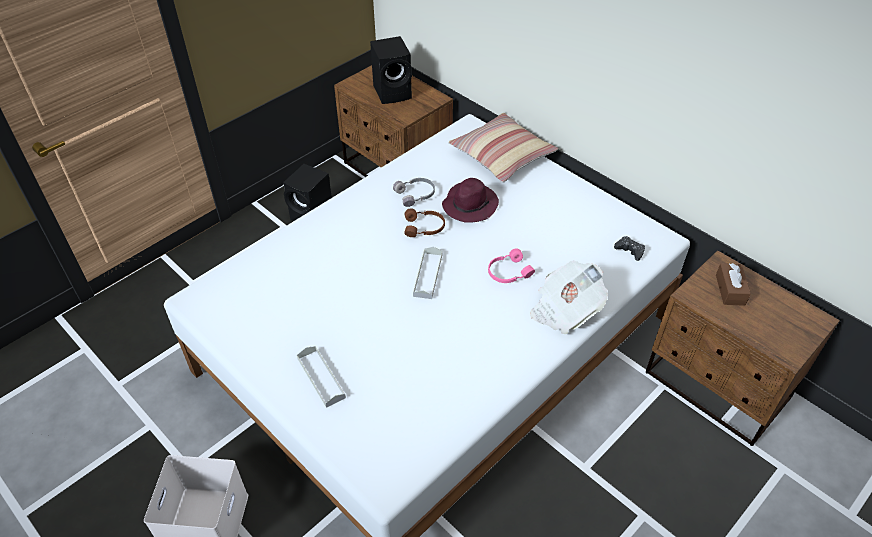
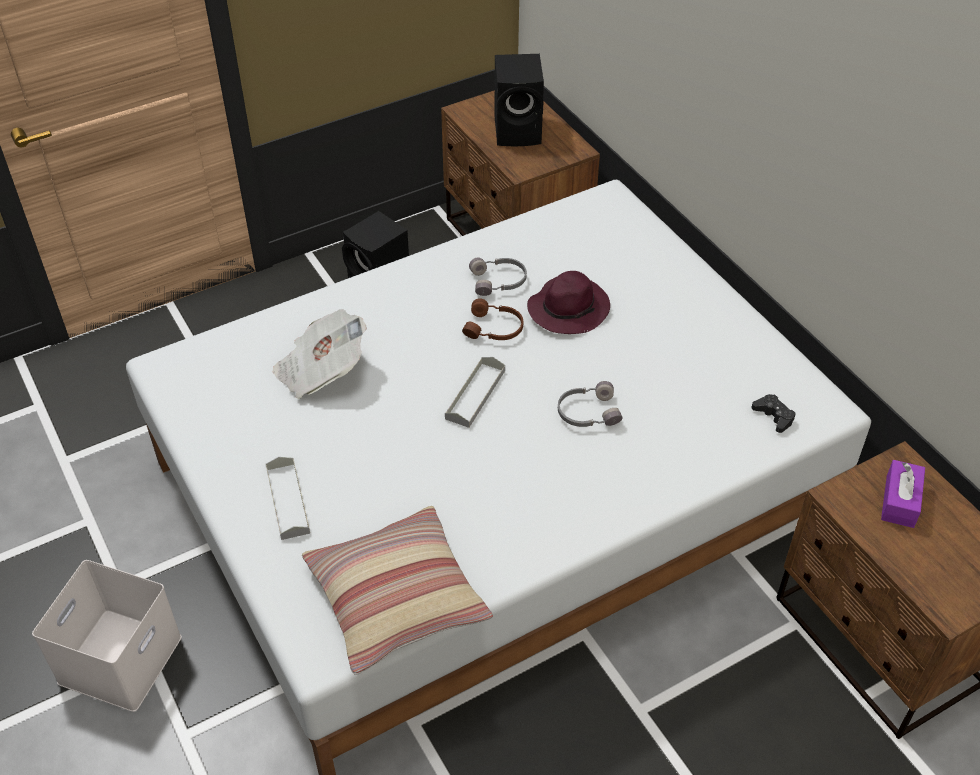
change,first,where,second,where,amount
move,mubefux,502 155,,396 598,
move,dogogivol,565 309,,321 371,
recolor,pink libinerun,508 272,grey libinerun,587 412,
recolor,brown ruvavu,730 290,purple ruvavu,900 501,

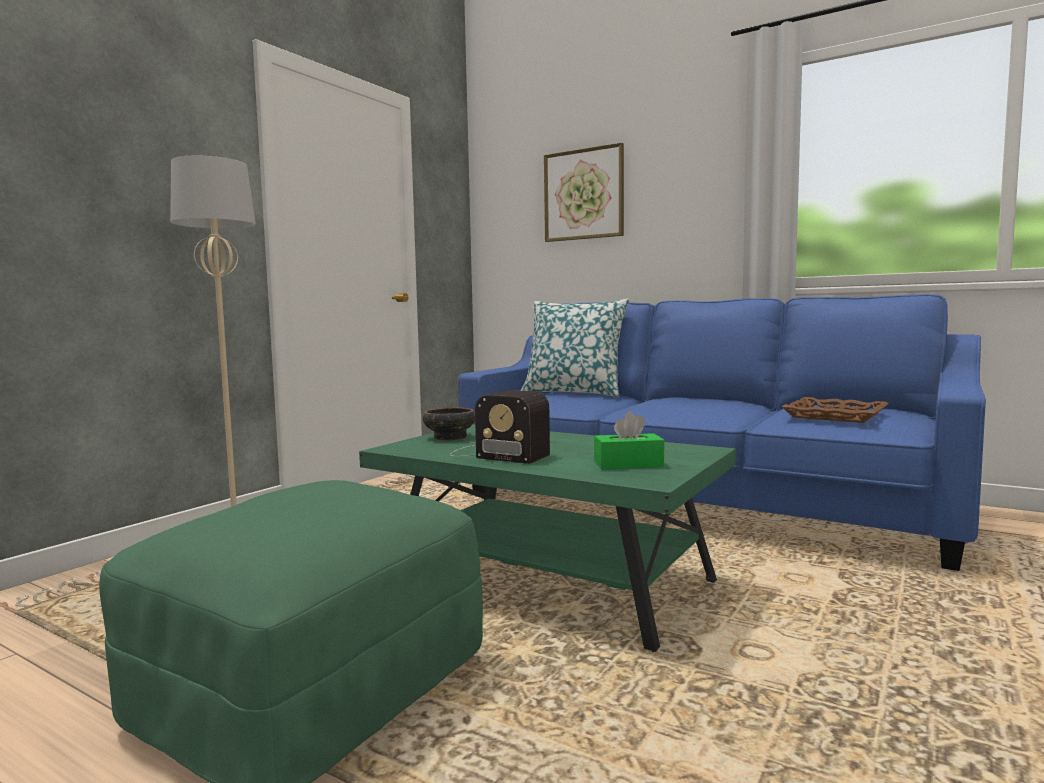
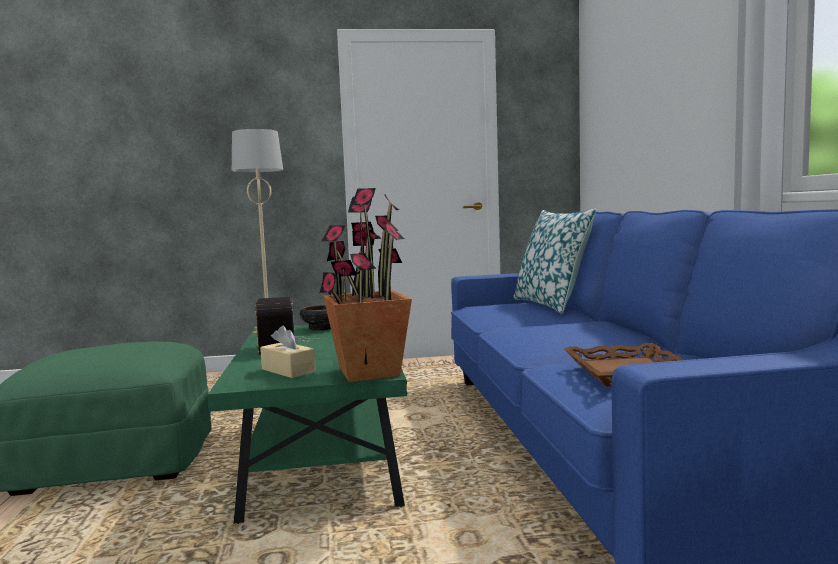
change,first,where,second,where,amount
delete,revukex,584 194,,,
insert,,,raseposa,368 372,
recolor,green ruvavu,628 464,beige ruvavu,288 370,

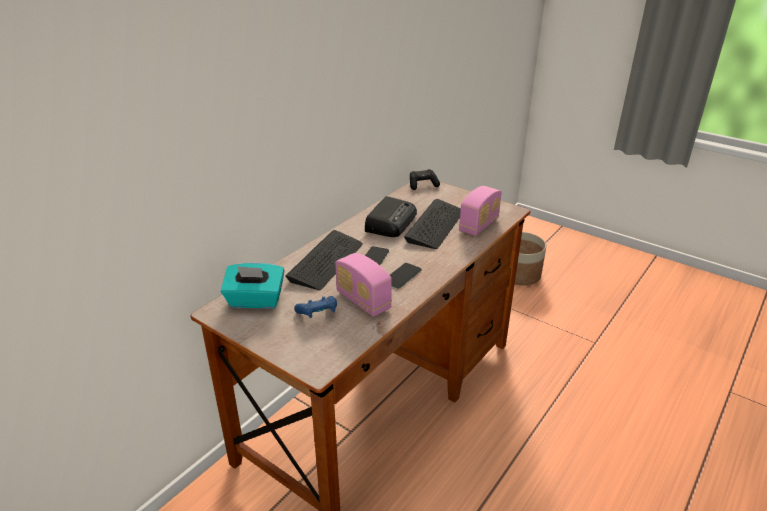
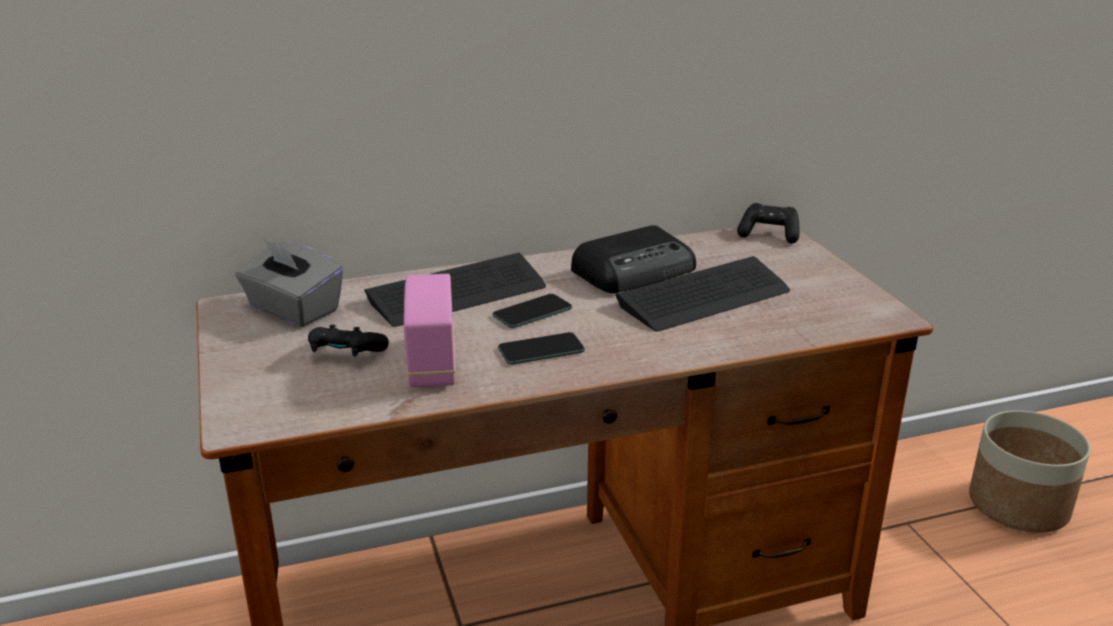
change,first,where,second,where,amount
delete,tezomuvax,479 225,,,
recolor,turquoise ruvavu,255 301,grey ruvavu,293 310,
recolor,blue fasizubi,318 313,black fasizubi,346 355,

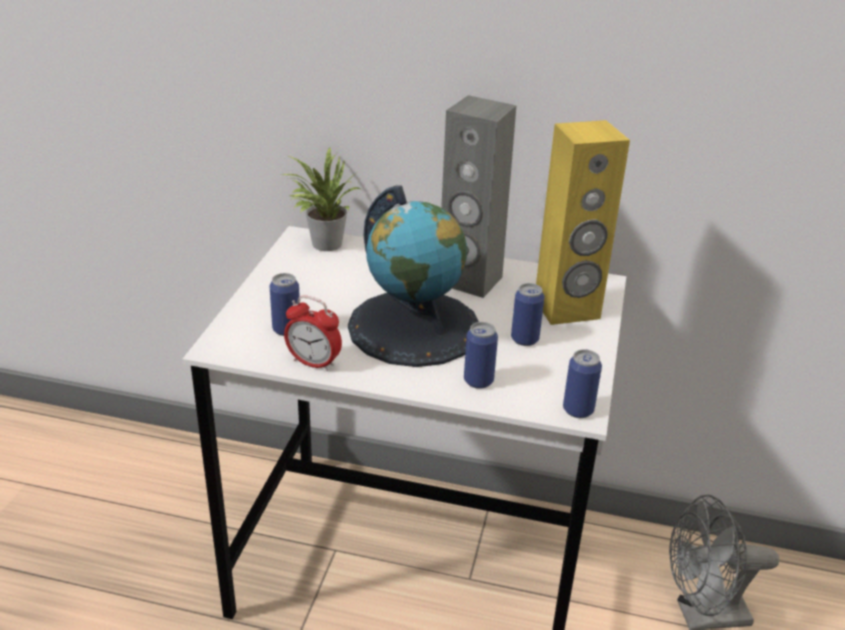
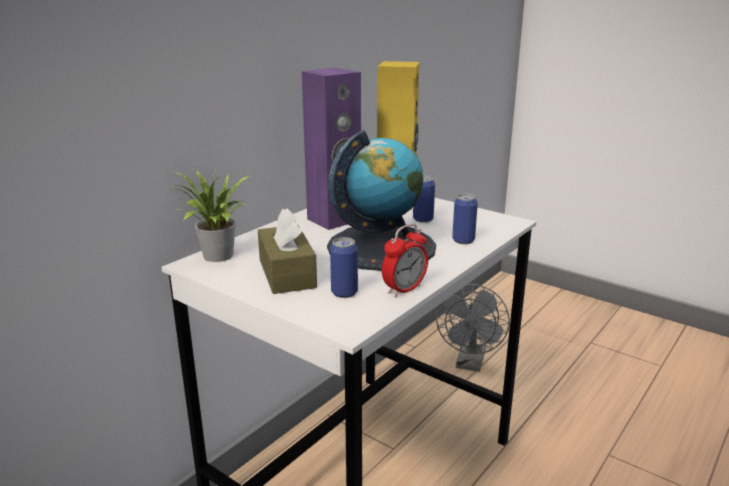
change,first,where,second,where,amount
delete,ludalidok,578 410,,,
insert,,,brown ruvavu,287 273,
recolor,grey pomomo,469 281,purple pomomo,334 220,

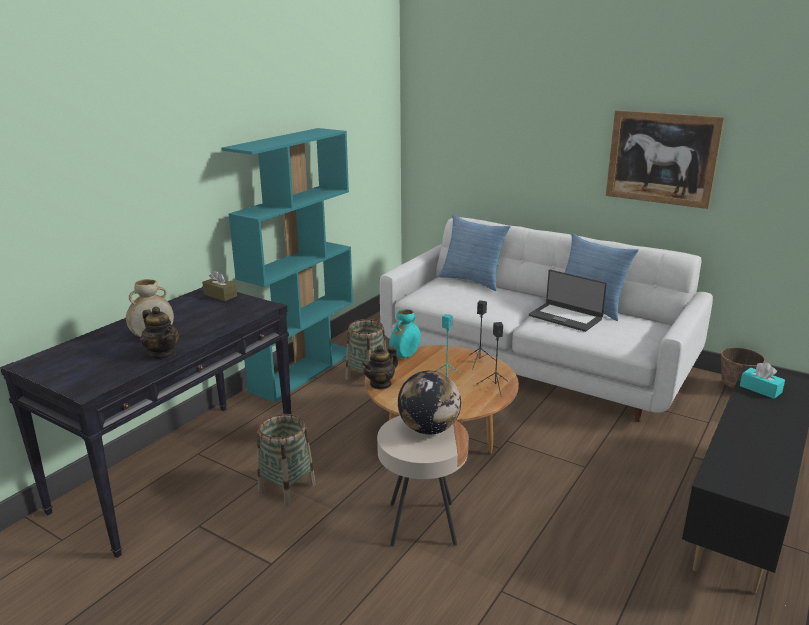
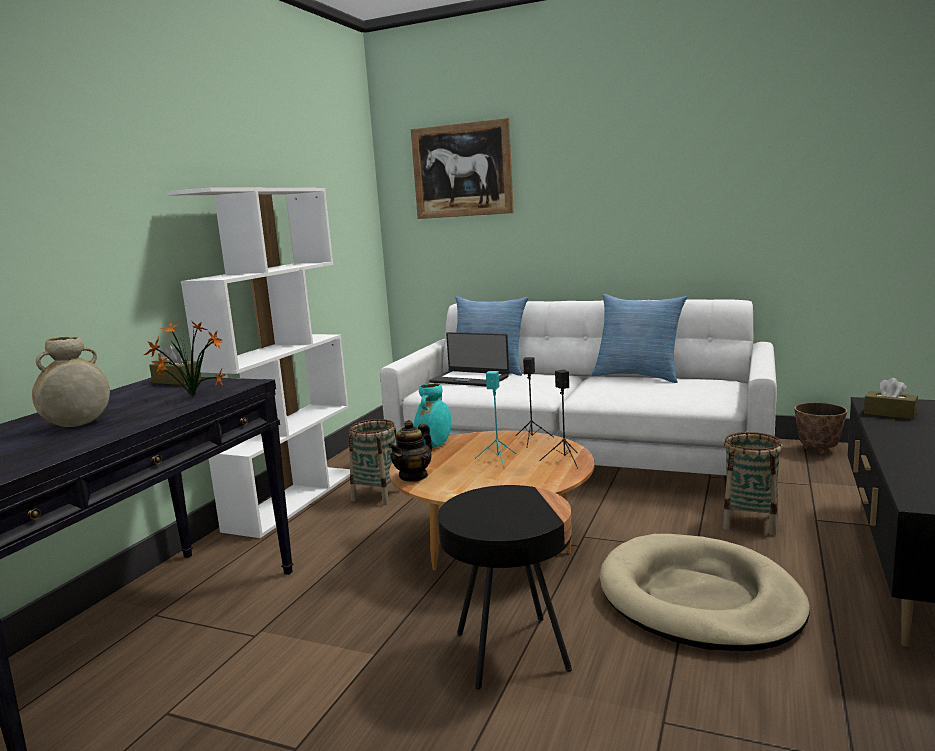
change,first,where,second,where,amount
delete,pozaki,162 354,,,
delete,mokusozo,429 429,,,
insert,,,raseposa,191 397,
insert,,,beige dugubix,698 599,
move,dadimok,286 488,,750 522,
move,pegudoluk,565 317,,470 379,
move,revukex,661 158,,462 170,
recolor,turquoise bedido,304 370,white bedido,293 499,
recolor,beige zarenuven,422 524,black zarenuven,512 652,
recolor,turquoise ruvavu,760 389,brown ruvavu,890 413,

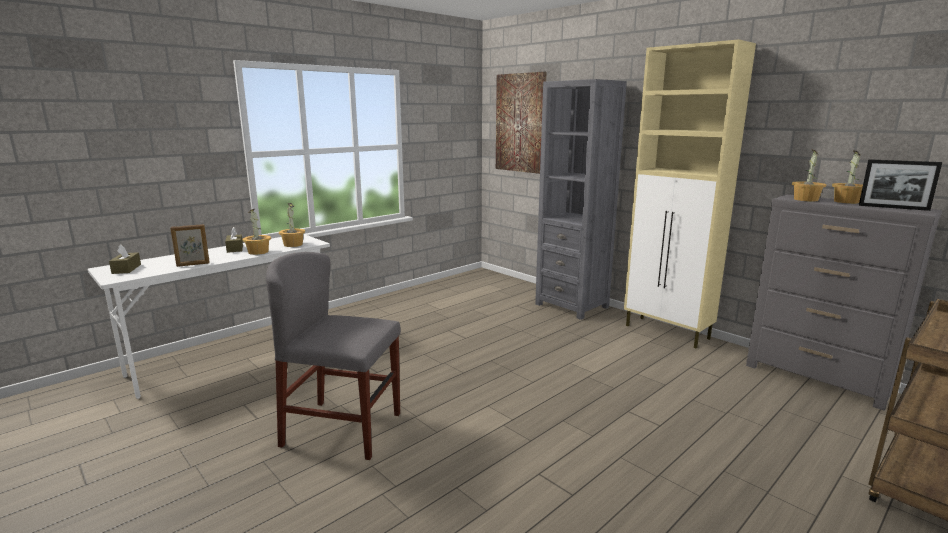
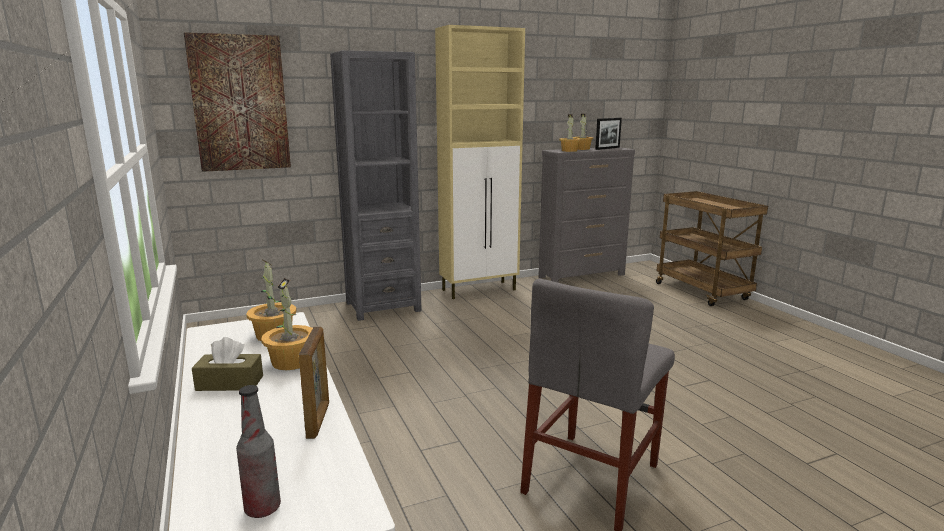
change,first,where,second,where,amount
replace,brown ruvavu,126 269,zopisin,262 508,

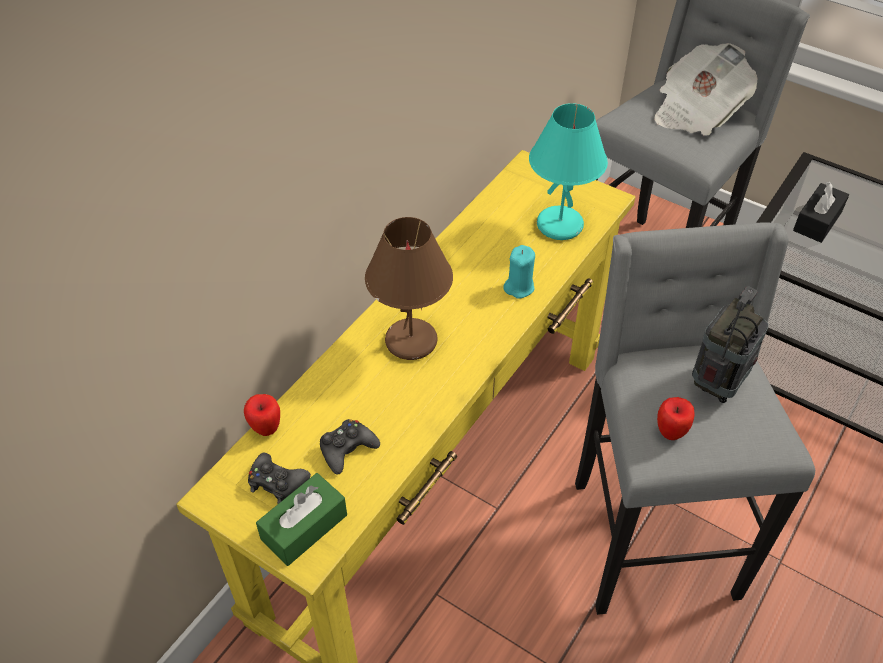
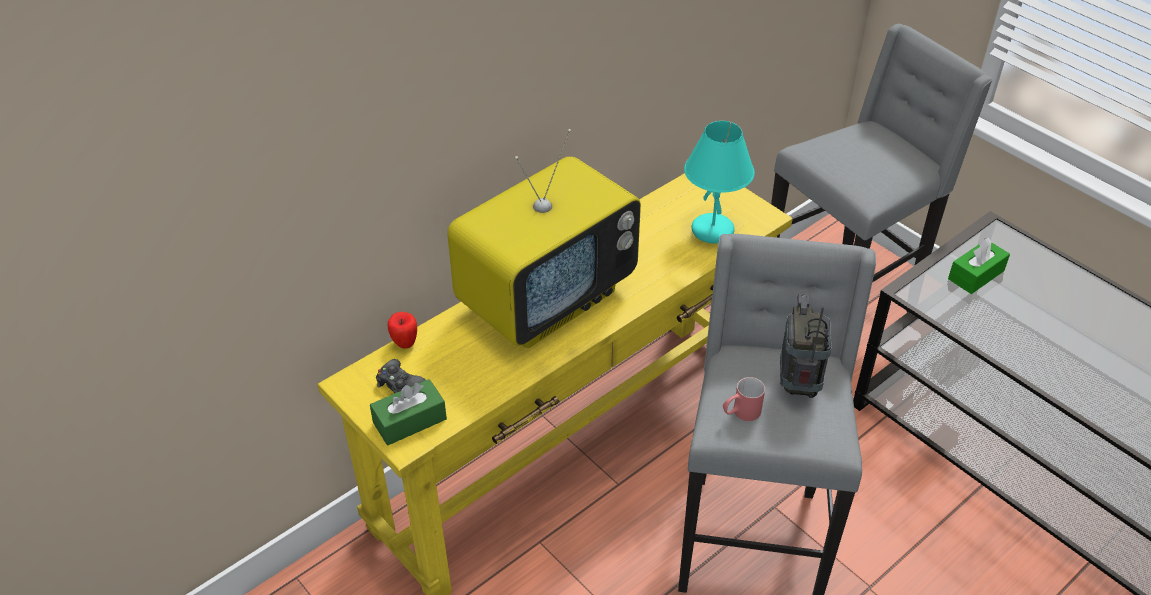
change,first,where,second,where,amount
delete,black fasizubi,347 449,,,
delete,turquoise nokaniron,519 287,,,
delete,dogogivol,697 111,,,
replace,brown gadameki,411 340,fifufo,546 299,
replace,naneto,670 432,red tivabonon,740 413,
recolor,black ruvavu,817 221,green ruvavu,976 275,
rotate,tezomuvax,717 385,,798 385,45 degrees counterclockwise

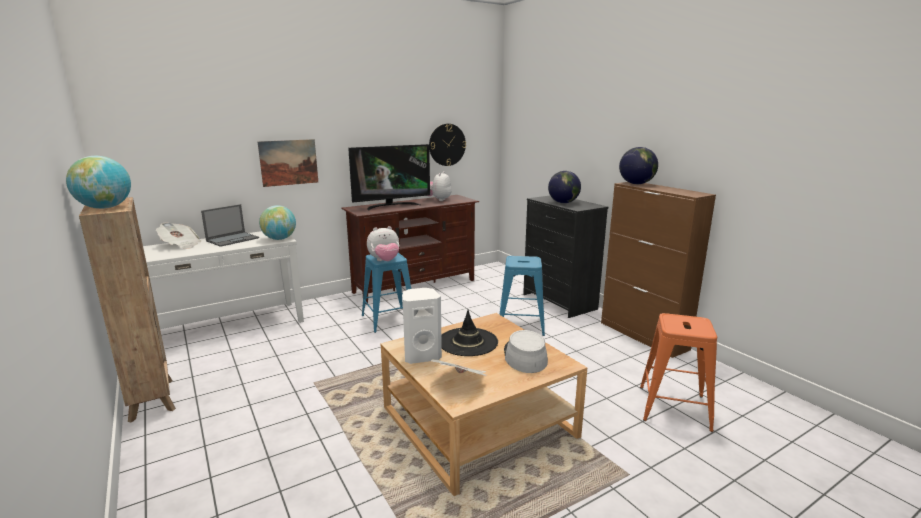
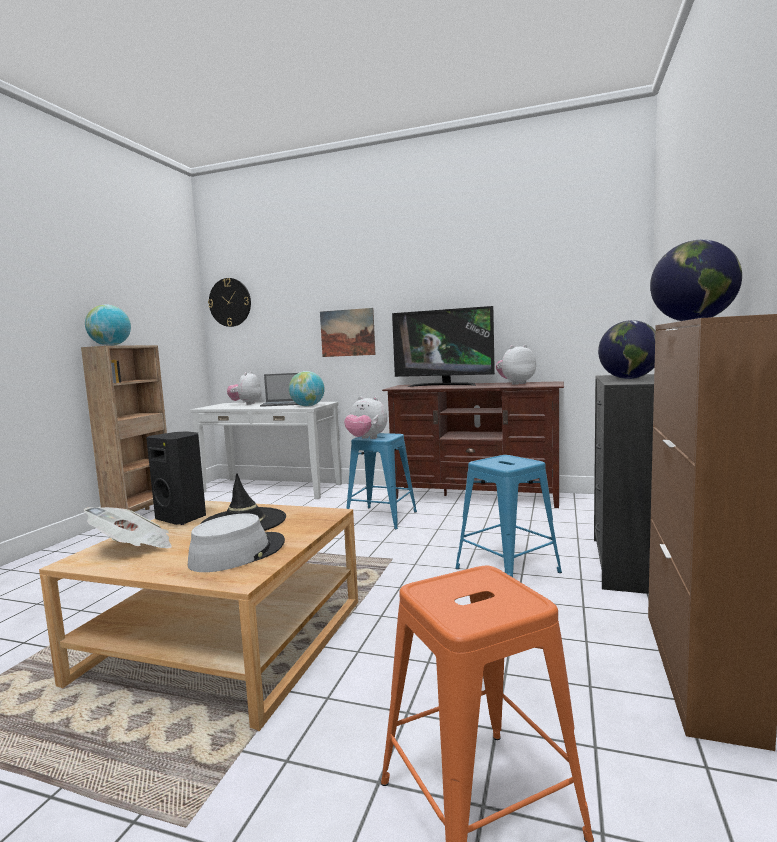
change,first,where,second,where,amount
move,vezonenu,447 144,,230 302,
replace,dogogivol,180 245,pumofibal,246 404,
recolor,white pomomo,421 356,black pomomo,183 518,

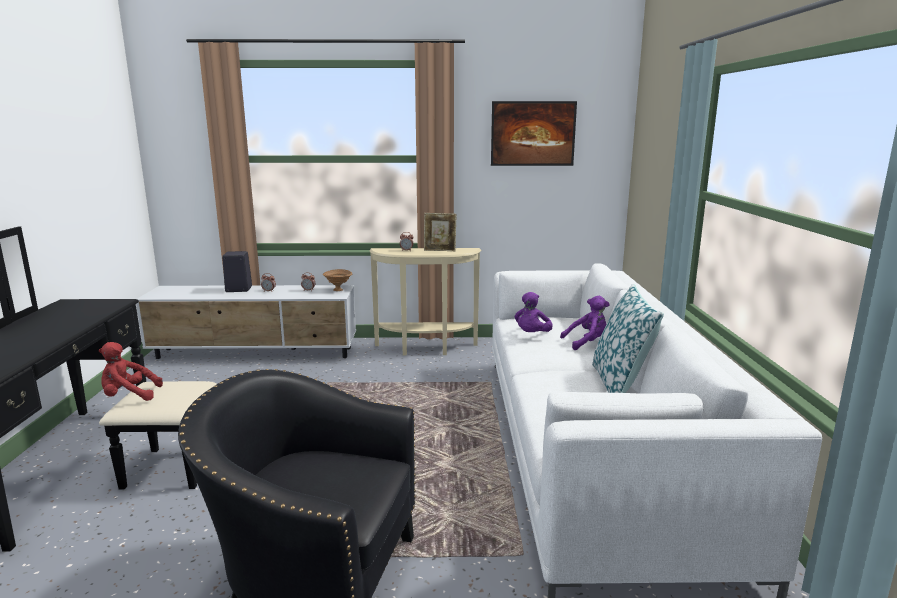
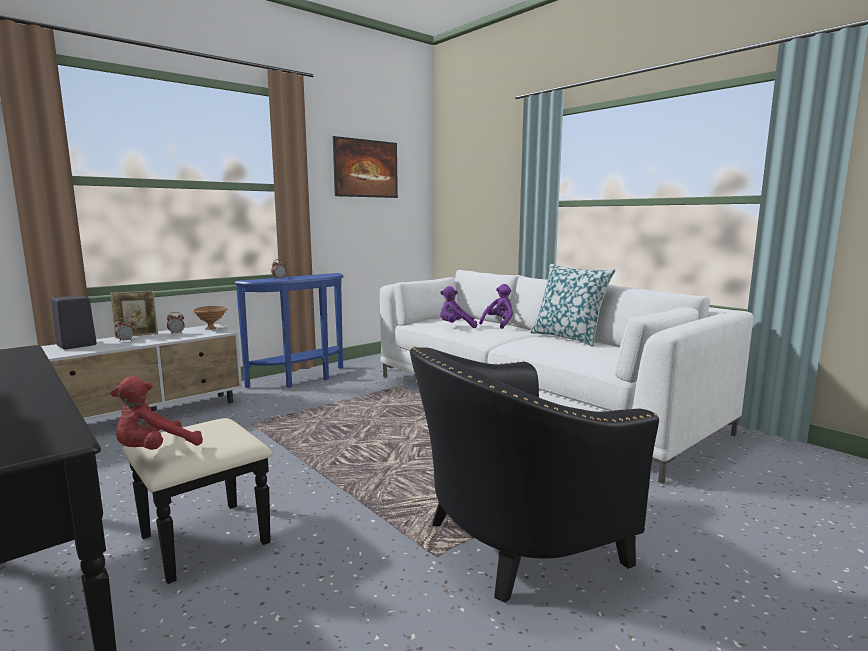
change,first,where,second,where,amount
move,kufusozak,440 250,,137 335,
recolor,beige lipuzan,426 349,blue lipuzan,302 379,
rotate,purple pumofibal,532 335,,456 327,105 degrees clockwise

